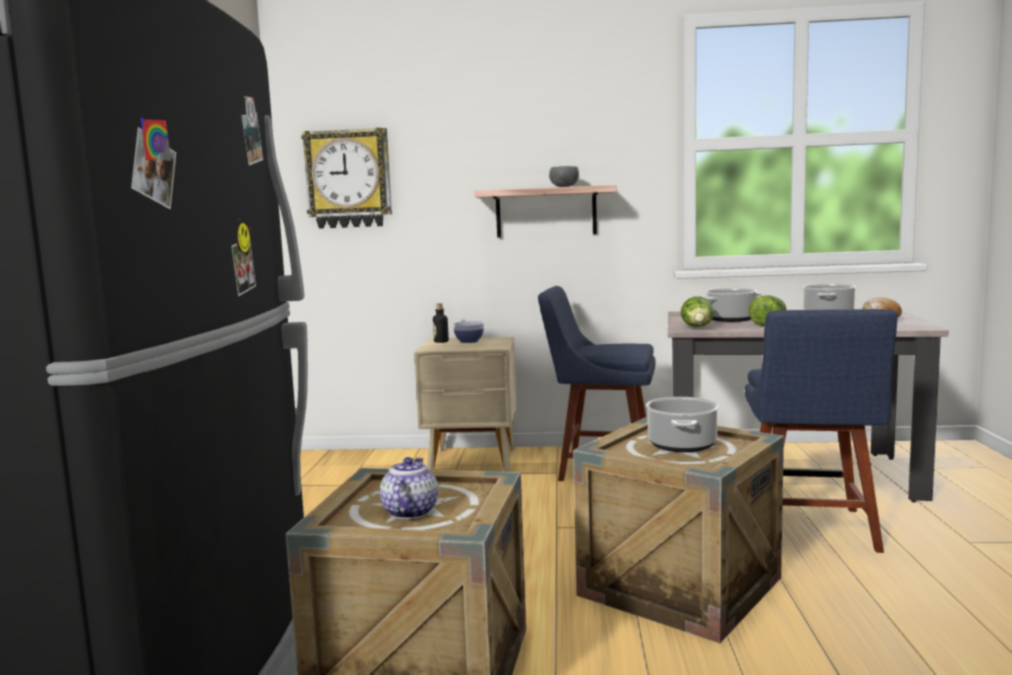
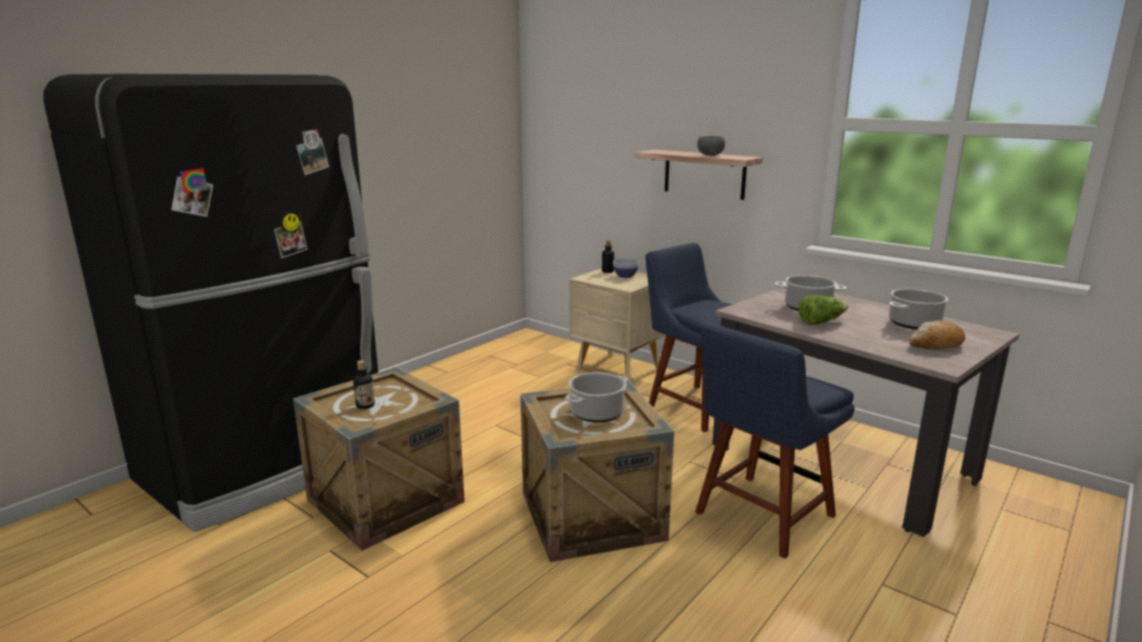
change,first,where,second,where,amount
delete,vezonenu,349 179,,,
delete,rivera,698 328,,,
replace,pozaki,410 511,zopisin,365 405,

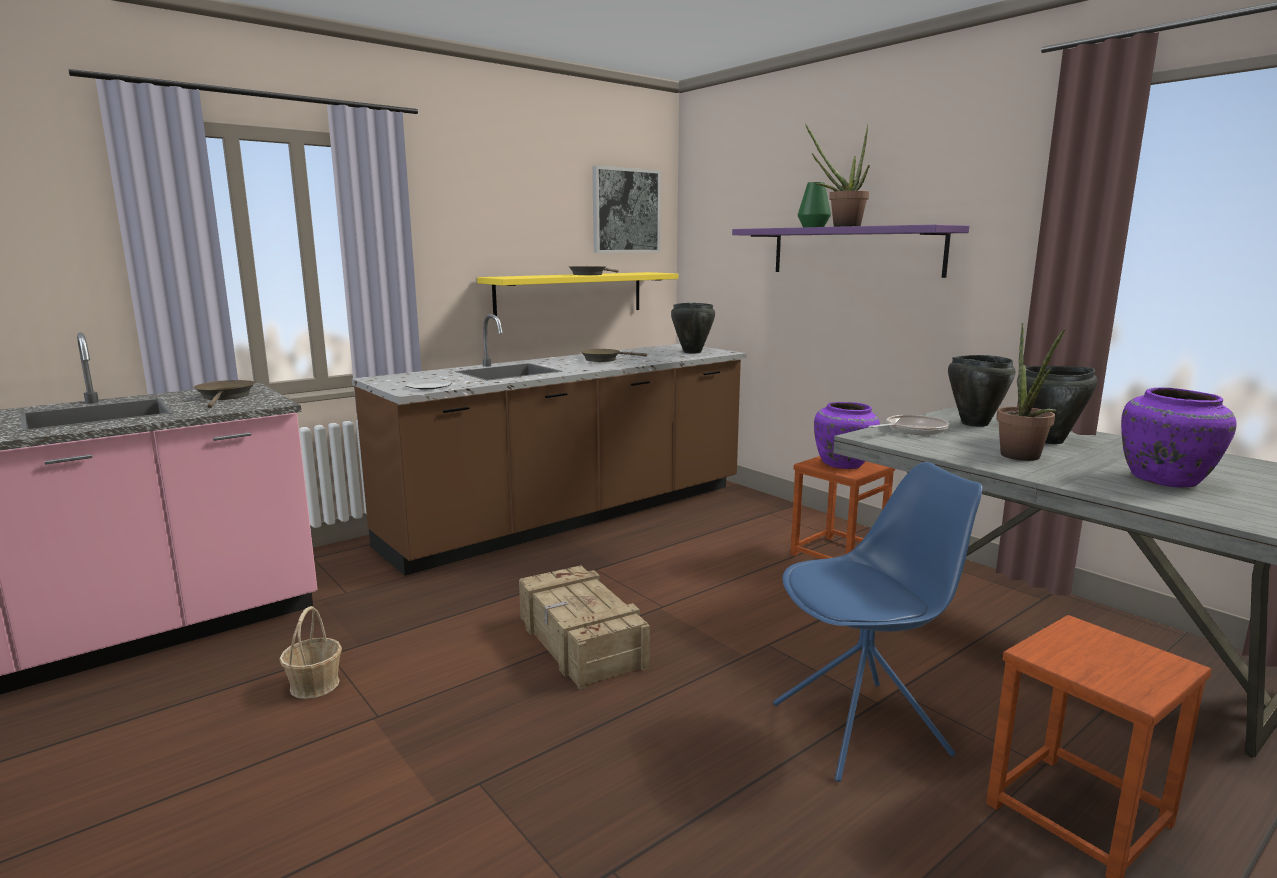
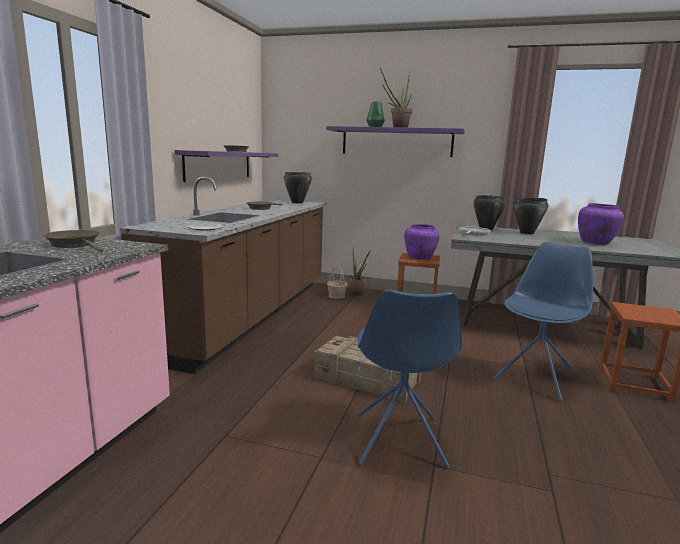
change,first,where,second,where,amount
delete,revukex,625 211,,,
insert,,,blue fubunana,399 441,
move,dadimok,315 685,,336 296,
move,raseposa,1022 458,,358 294,
recolor,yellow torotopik,570 294,purple torotopik,219 165,

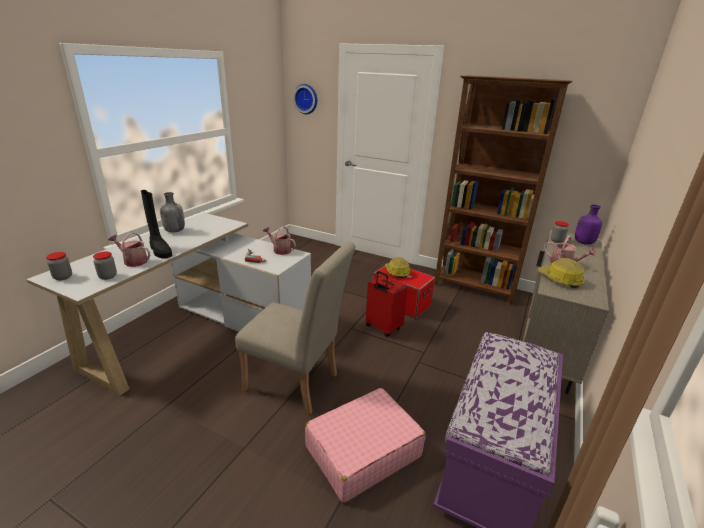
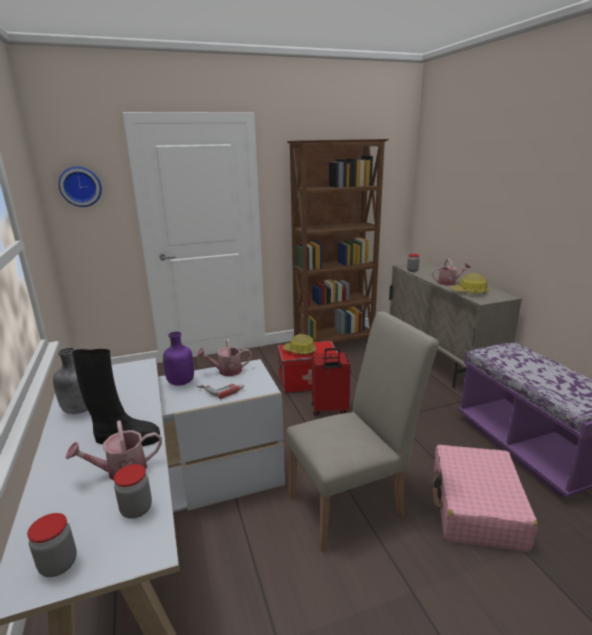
change,first,where,second,where,amount
move,purple zopisin,583 243,,180 382,

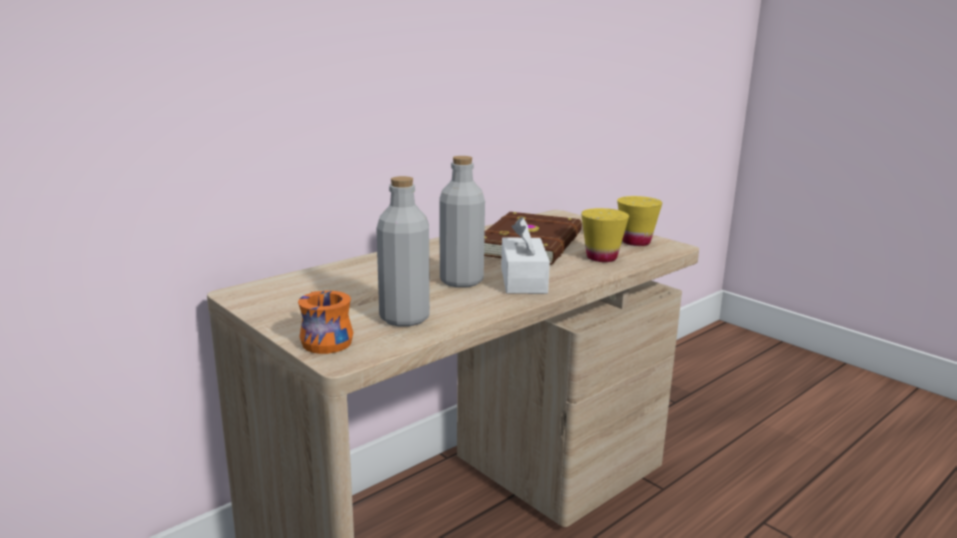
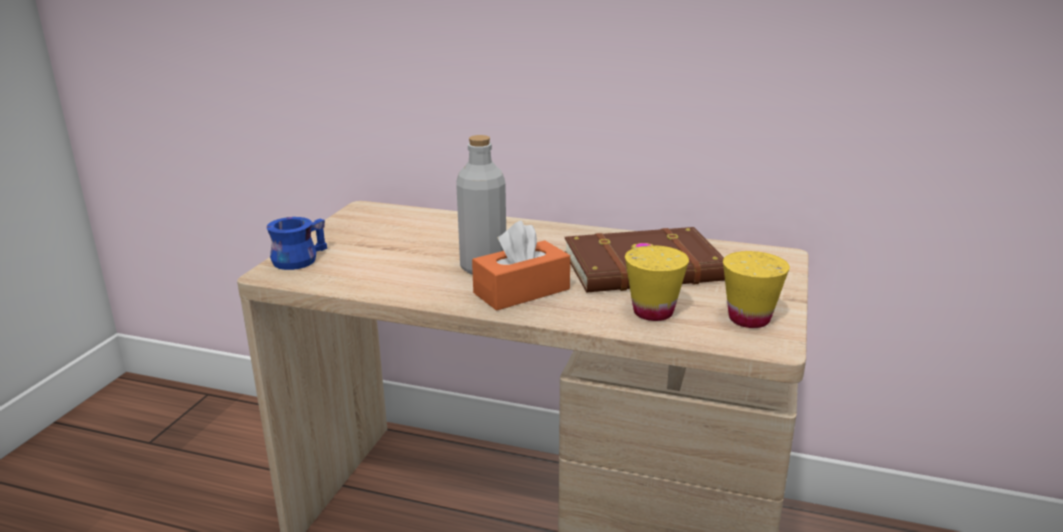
change,first,where,second,where,amount
delete,grey zopisin,404 318,,,
recolor,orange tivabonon,321 340,blue tivabonon,298 258,
recolor,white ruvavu,523 280,orange ruvavu,521 291,

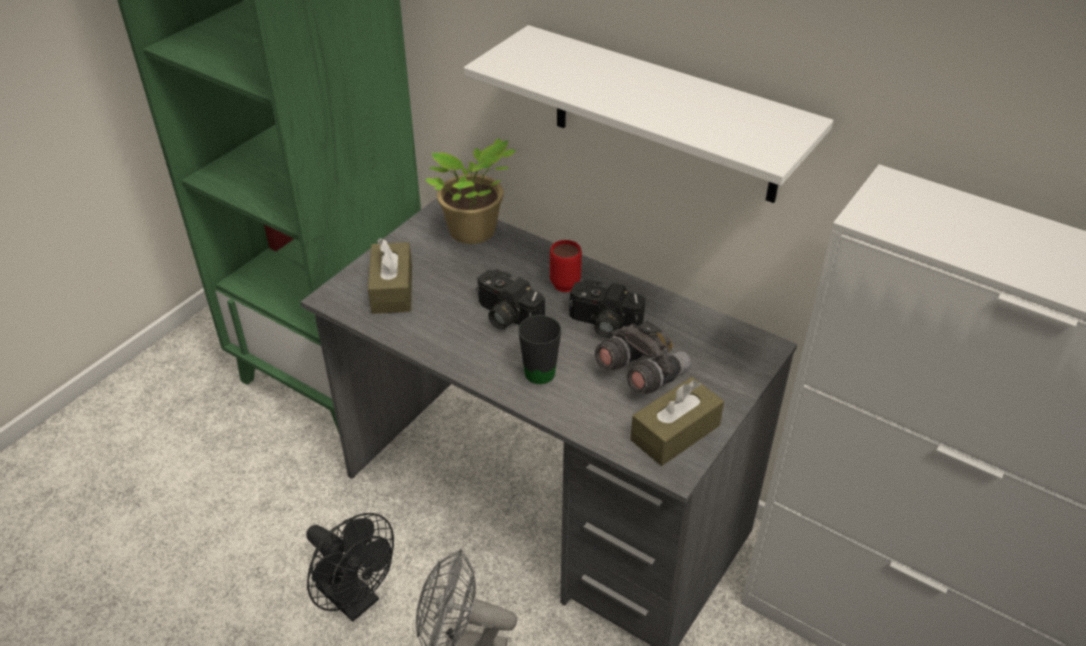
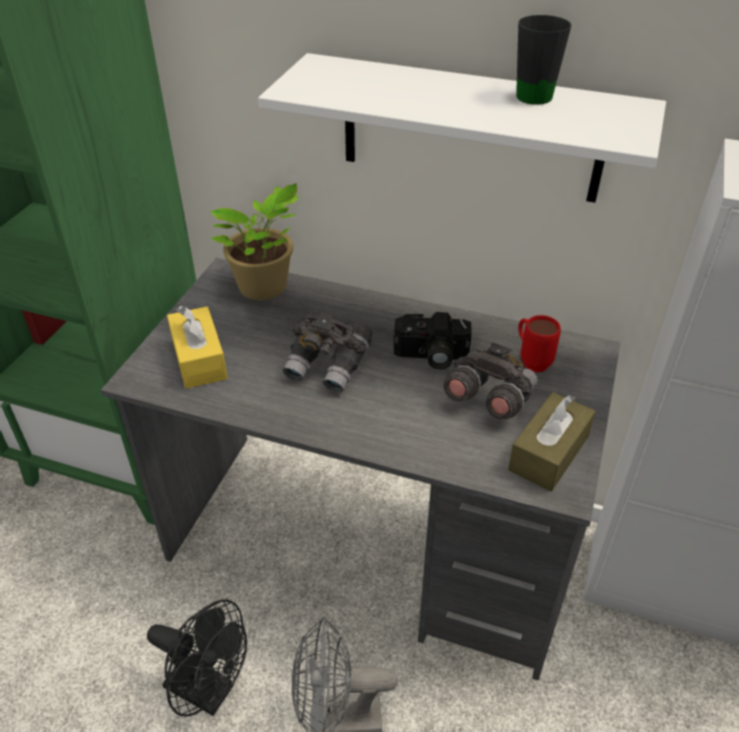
change,first,where,second,where,amount
move,black tivabonon,541 367,,531 93,
move,red tivabonon,563 281,,531 360,
replace,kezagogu,505 316,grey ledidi,329 365,
recolor,brown ruvavu,392 289,yellow ruvavu,199 359,

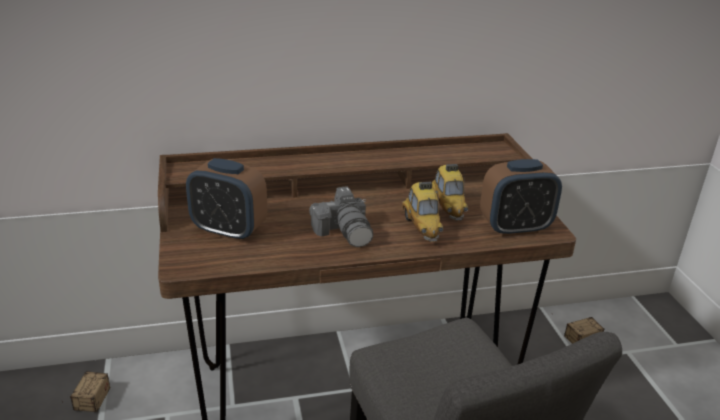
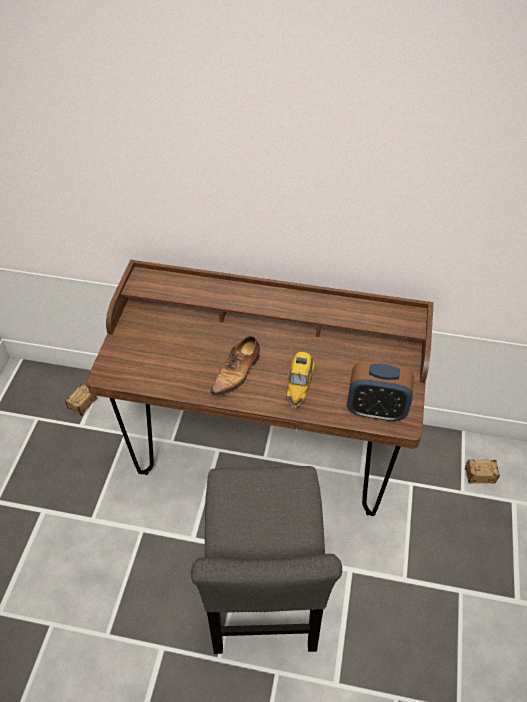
change,first,where,second,where,amount
delete,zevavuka,229 231,,,
delete,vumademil,447 207,,,
replace,kezagogu,345 231,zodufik,237 372,

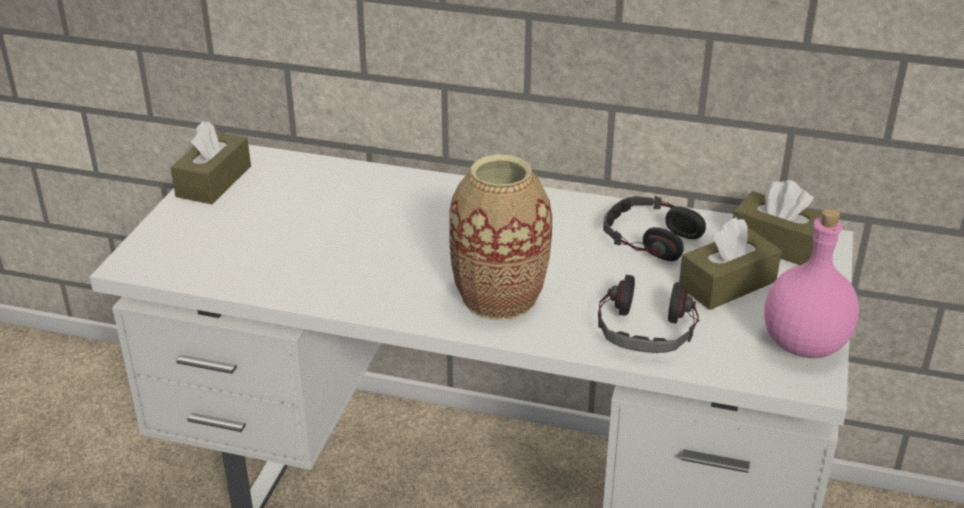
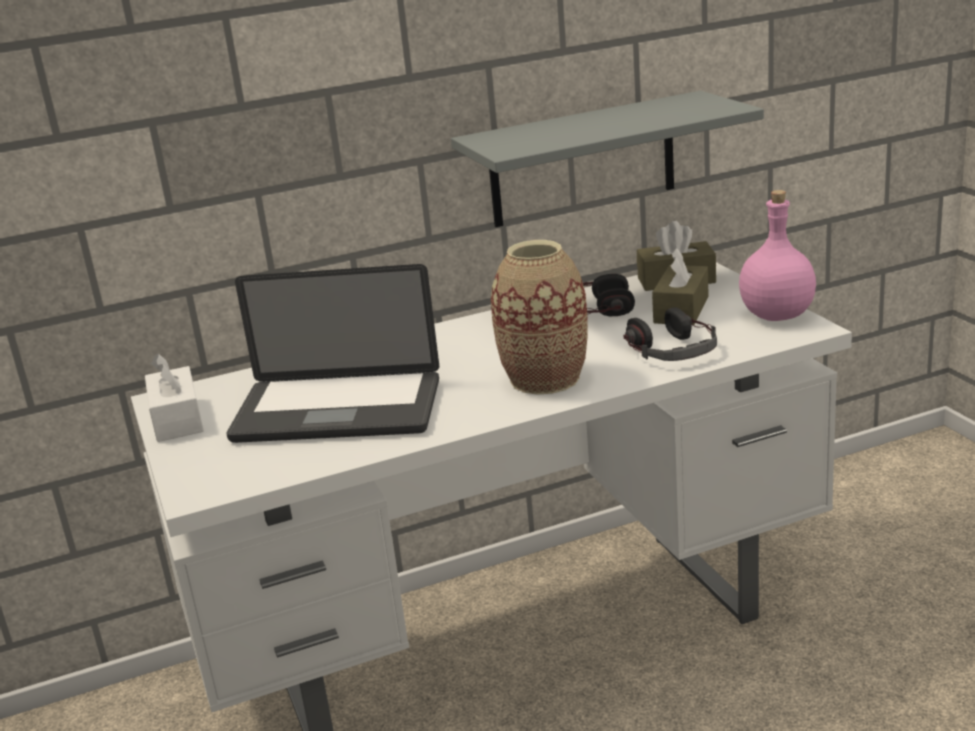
change,first,where,second,where,amount
insert,,,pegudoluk,338 411,
insert,,,grey torotopik,583 160,
recolor,brown ruvavu,214 181,white ruvavu,177 419,

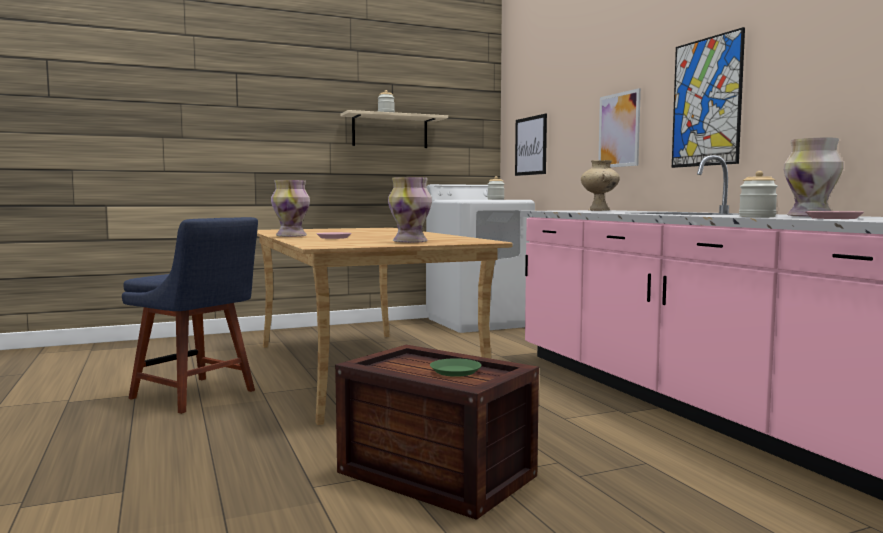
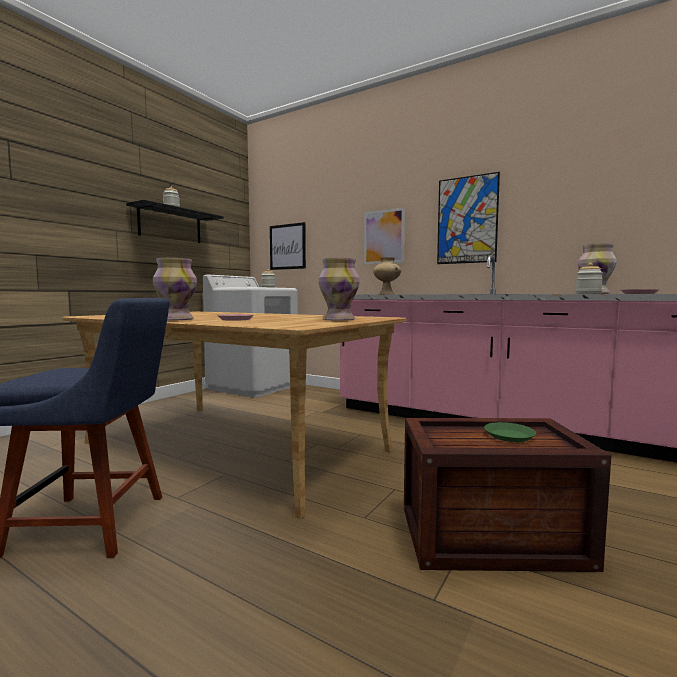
change,first,where,second,where,amount
recolor,beige torotopik,390 131,black torotopik,170 225,

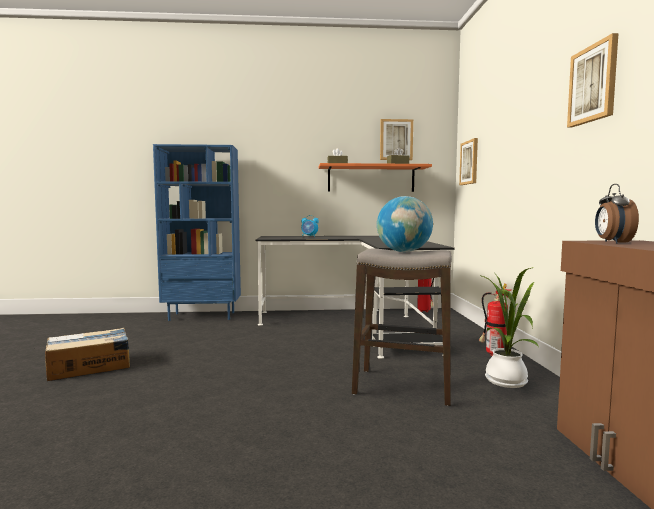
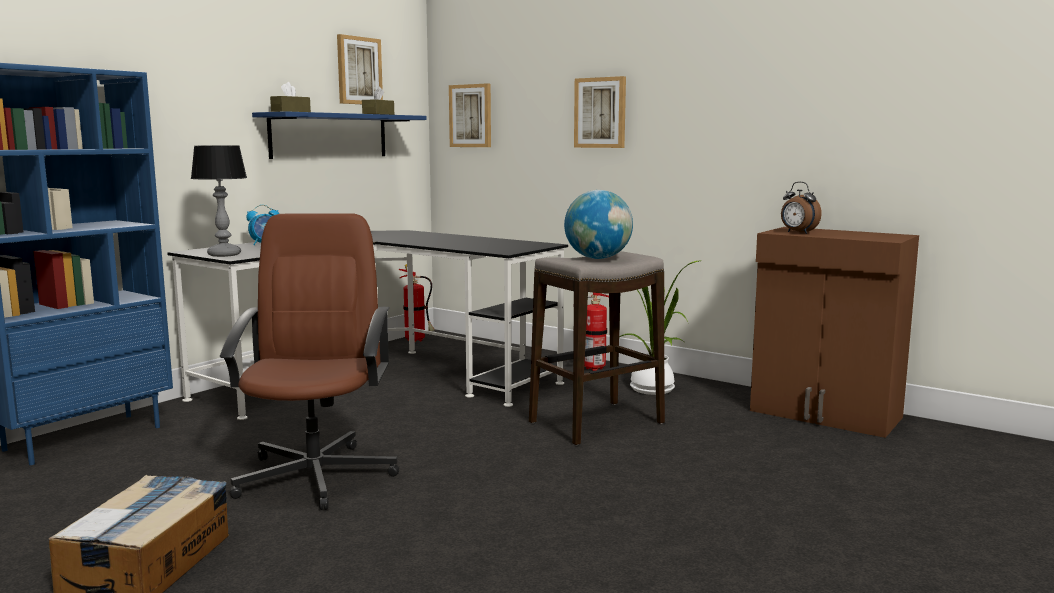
change,first,where,second,where,amount
insert,,,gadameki,223 255,
insert,,,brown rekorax,316 475,
move,revukex,593 84,,600 113,
recolor,orange torotopik,371 179,blue torotopik,329 136,

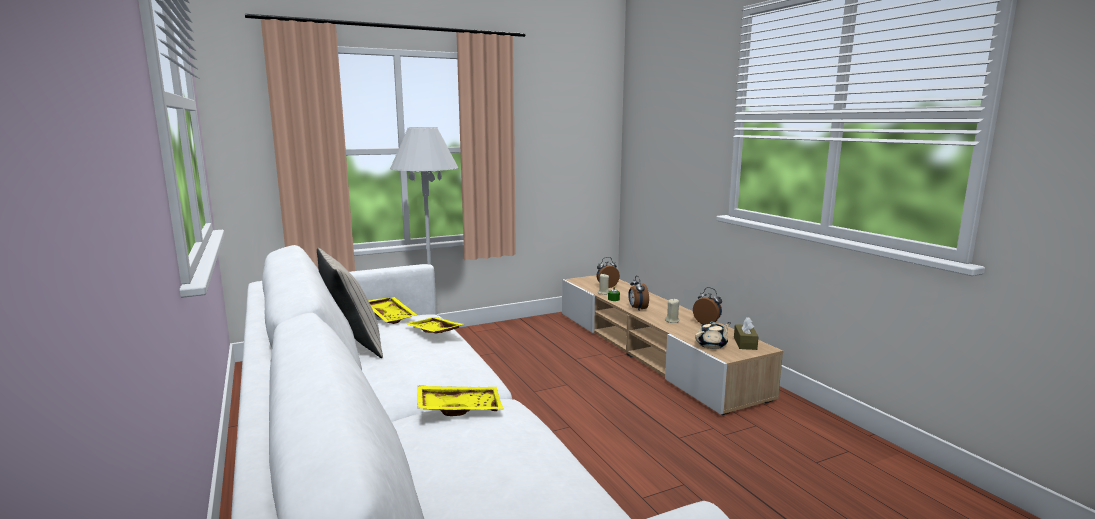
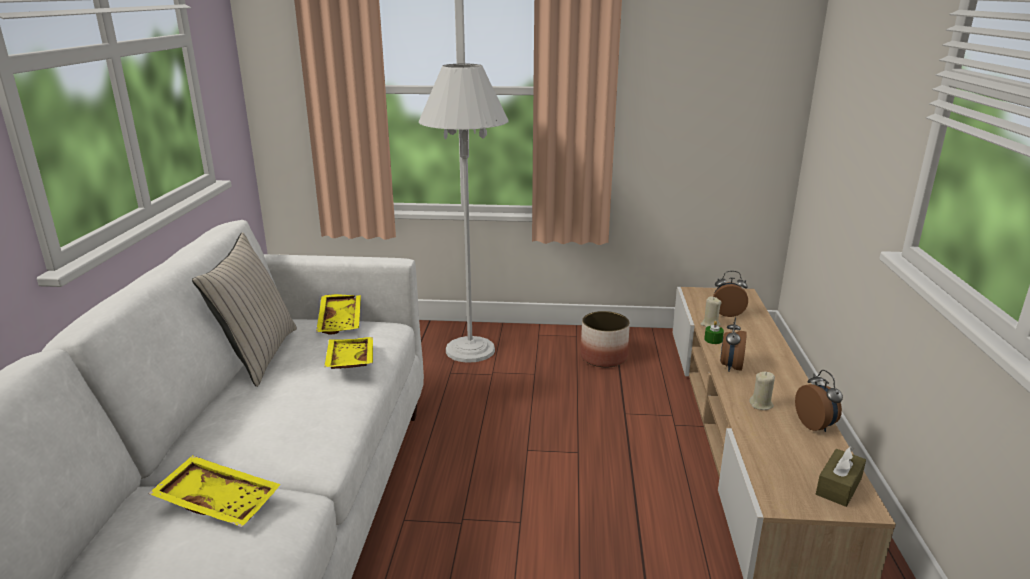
change,first,where,second,where,amount
delete,beige pozaki,712 345,,,
insert,,,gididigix,604 357,

